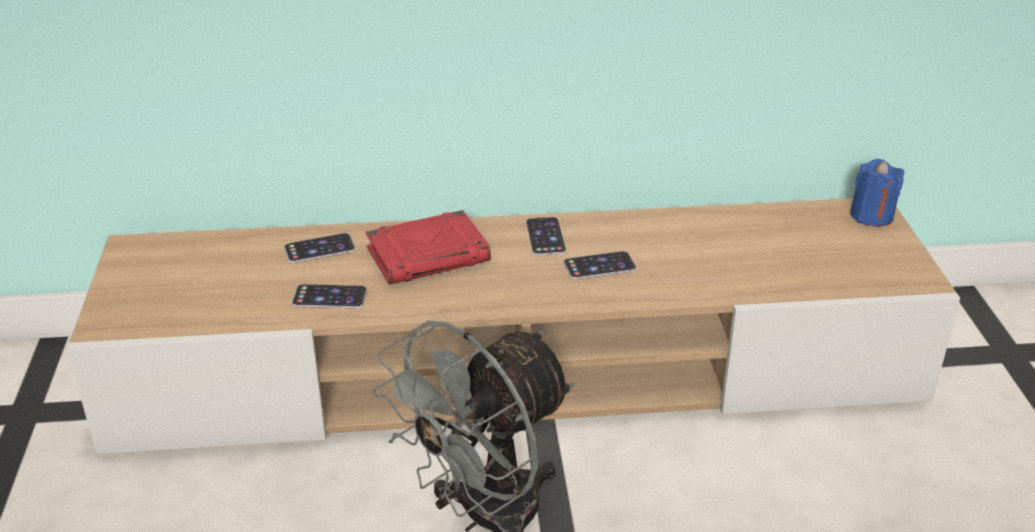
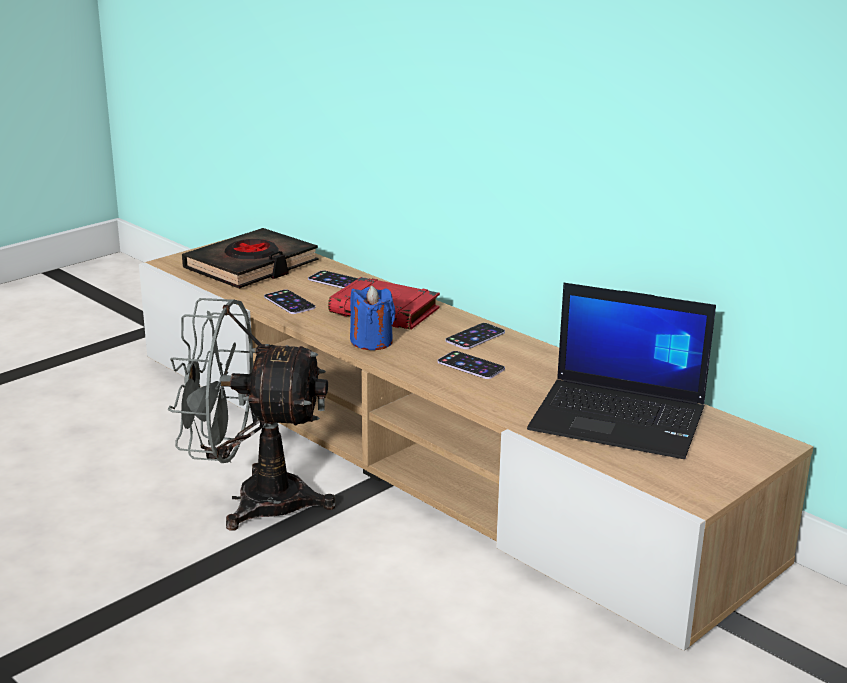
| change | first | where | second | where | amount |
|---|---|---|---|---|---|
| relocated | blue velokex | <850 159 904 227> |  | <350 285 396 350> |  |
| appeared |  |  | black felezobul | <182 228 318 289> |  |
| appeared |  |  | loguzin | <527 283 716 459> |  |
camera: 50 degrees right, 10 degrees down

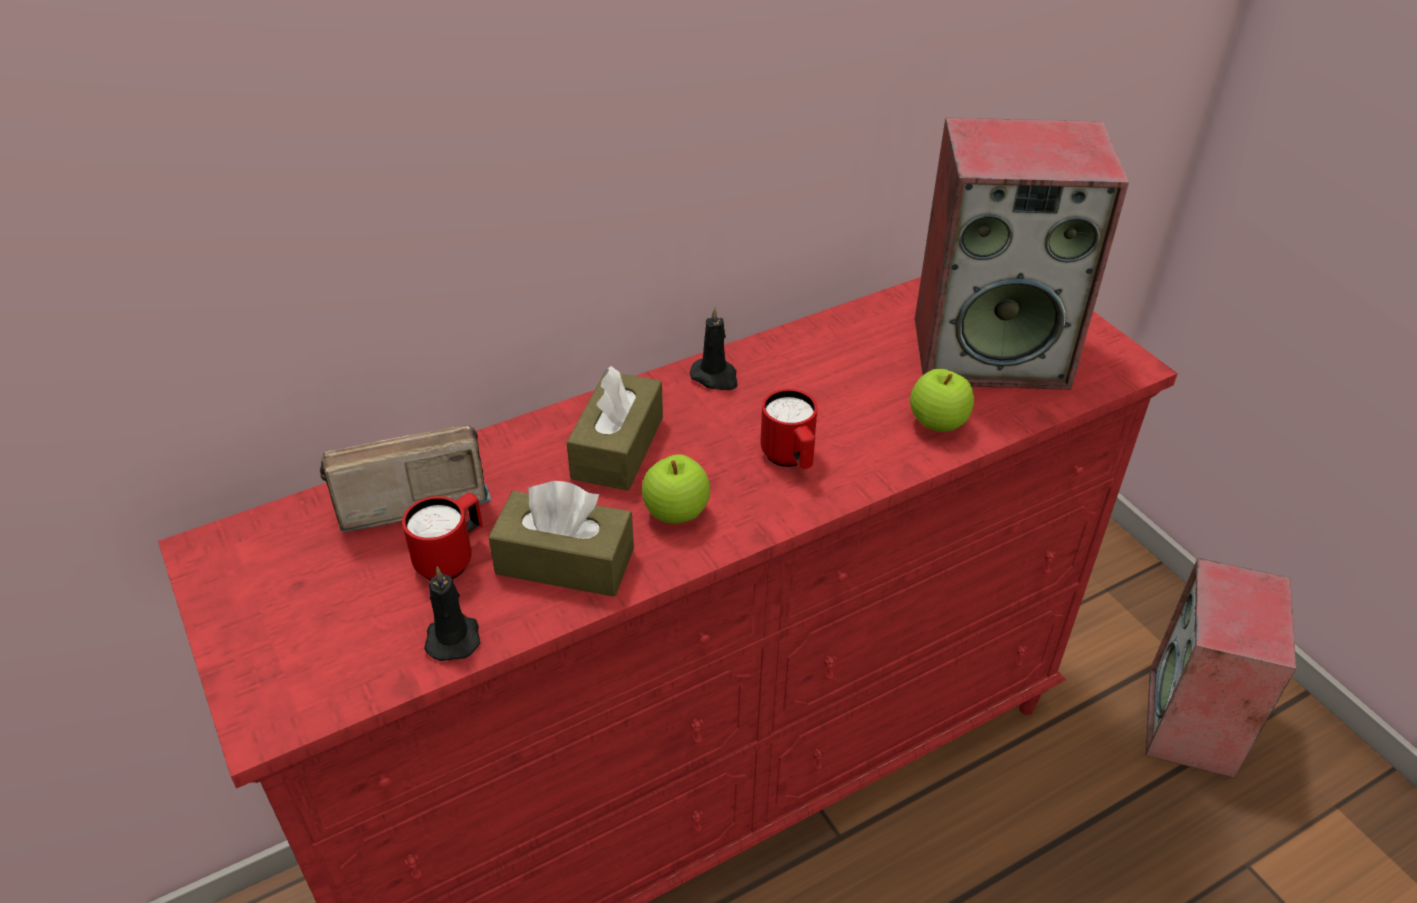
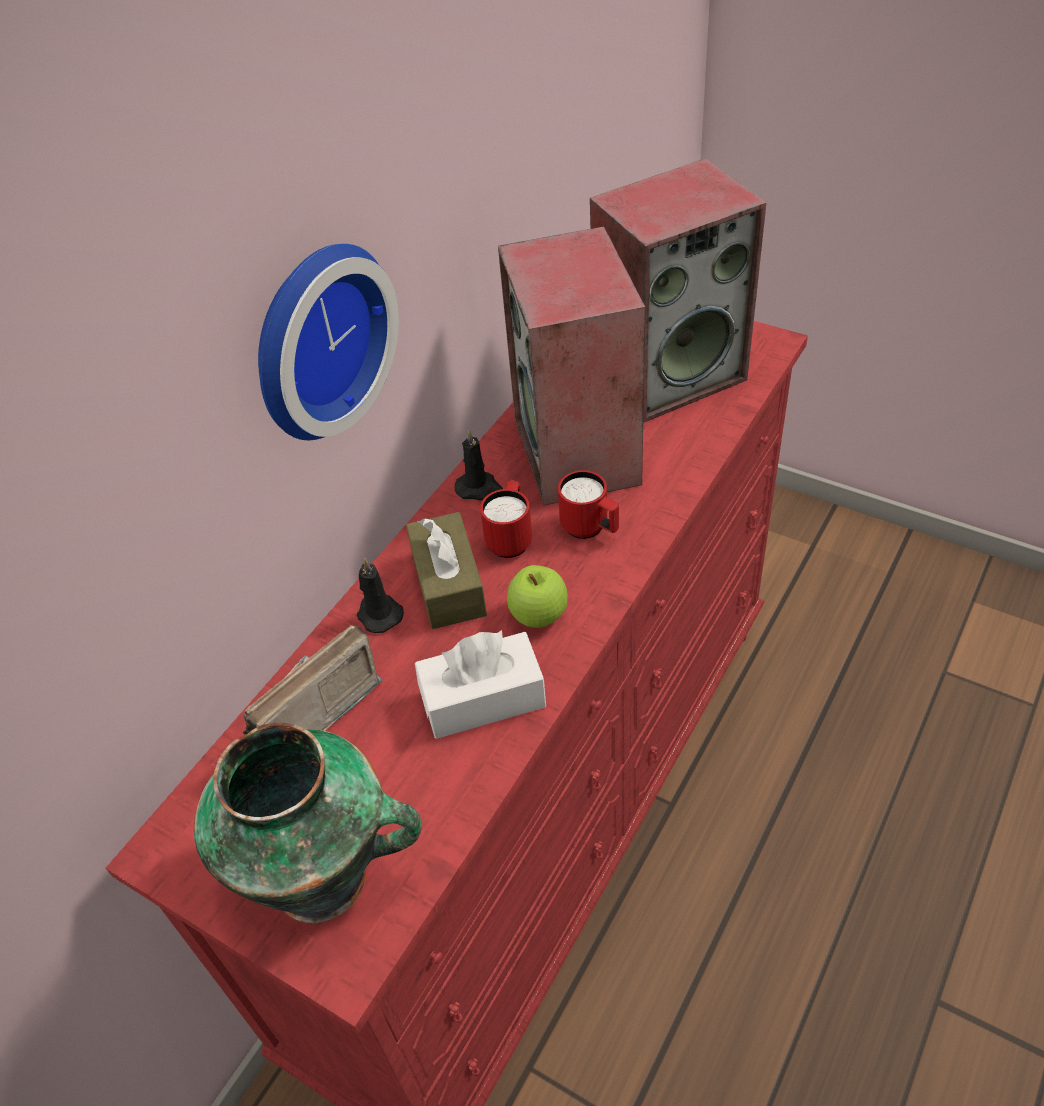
| change | first | where | second | where | amount |
|---|---|---|---|---|---|
| relocated | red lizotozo | <402 493 483 580> |  | <480 481 532 558> |  |
| relocated | black velokex | <424 567 480 661> |  | <357 558 404 633> |  |
| colour | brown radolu | <488 481 634 597> | white radolu | <415 630 546 739> |  |
| missing | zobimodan | <910 369 974 432> |  |  |  |
| relocated | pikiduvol | <1146 558 1296 778> |  | <498 226 645 506> |  |
| appeared |  |  | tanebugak | <194 723 422 923> |  |
| appeared |  |  | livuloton | <258 244 399 440> |  |
camera: 25 degrees left, 5 degrees up

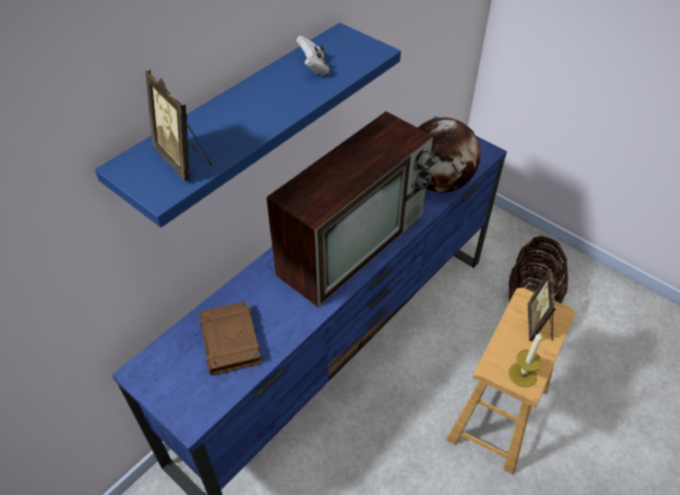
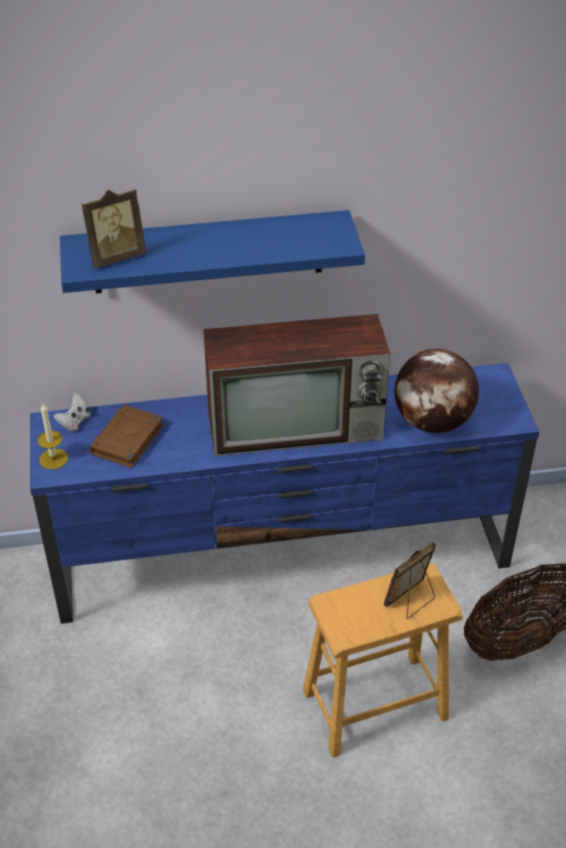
| change | first | where | second | where | amount |
|---|---|---|---|---|---|
| spun | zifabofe | <145 70 211 181> |  | <81 189 146 268> | 120 degrees counterclockwise |
| relocated | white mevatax | <297 36 329 76> |  | <54 393 91 431> |  |
| relocated | velokex | <509 333 542 387> |  | <37 404 68 470> |  |
camera: 40 degrees right, 5 degrees down

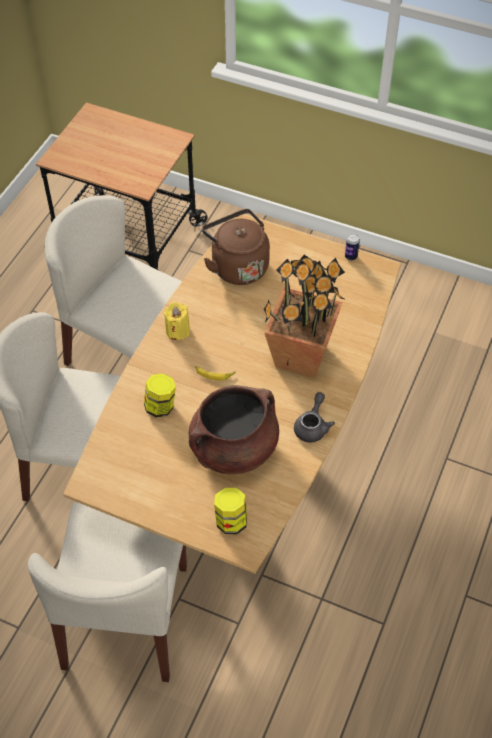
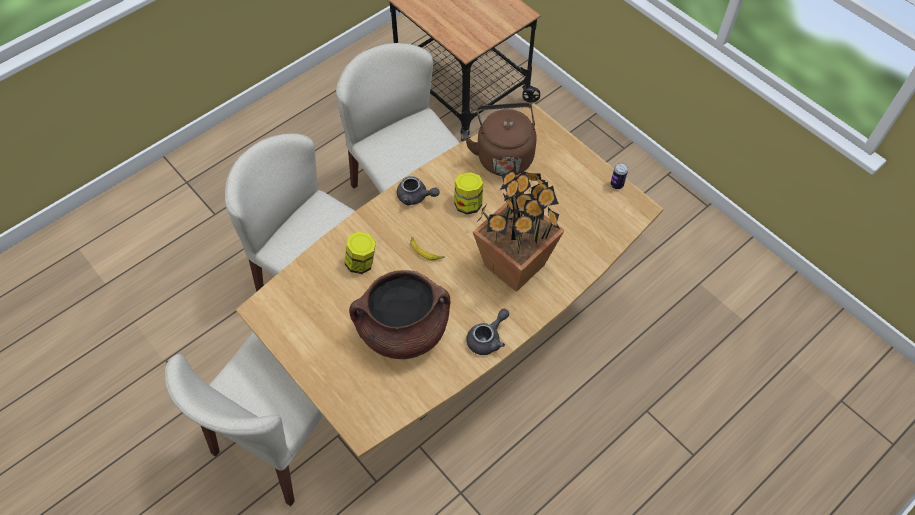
| change | first | where | second | where | amount |
|---|---|---|---|---|---|
| exchanged | yellow velokex | <164 302 190 340> | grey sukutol | <397 176 440 205> |  |
| relocated | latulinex | <214 488 247 534> |  | <454 172 483 214> |  |
camera: 25 degrees right, 5 degrees up

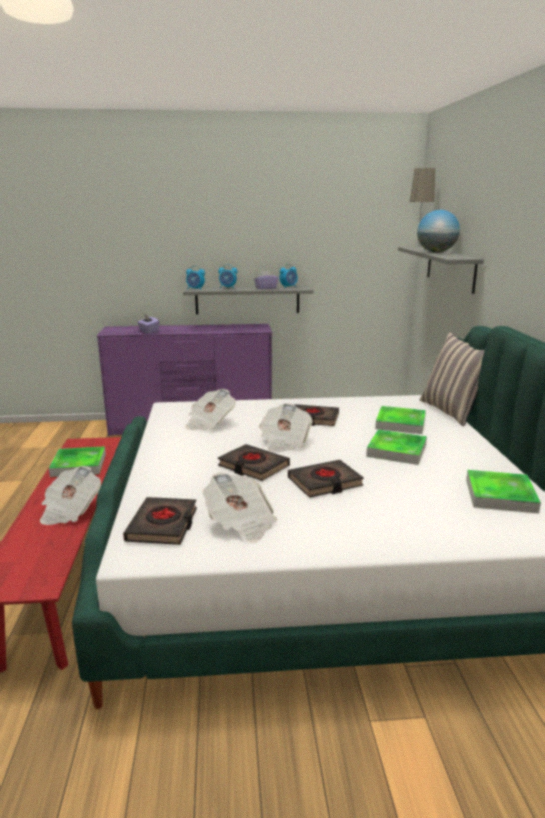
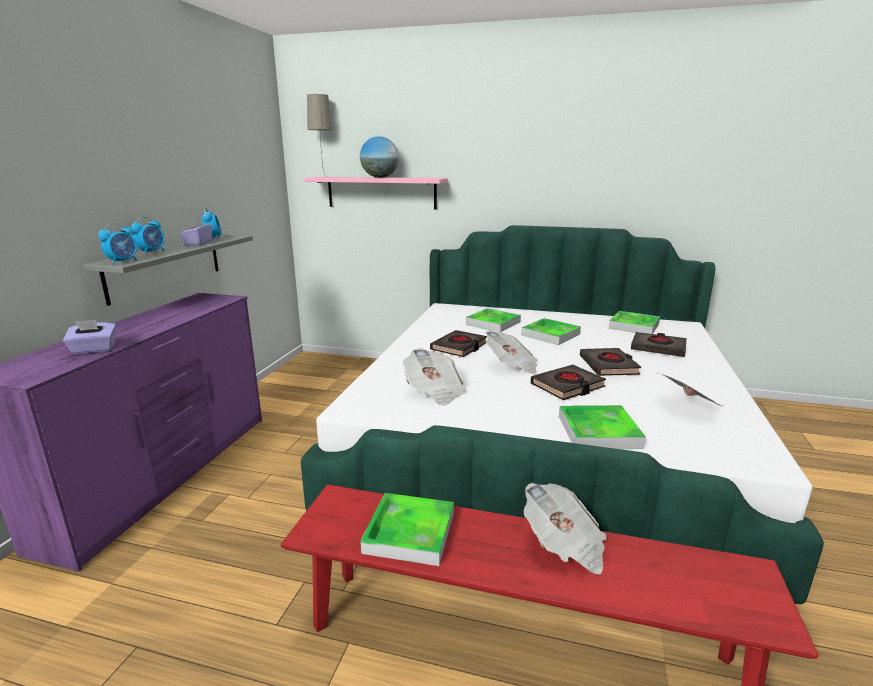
| change | first | where | second | where | amount |
|---|---|---|---|---|---|
| relocated | black felezobul | <123 497 197 545> |  | <631 332 687 357> |  |
| colour | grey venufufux | <398 247 484 294> | pink venufufux | <304 177 448 210> |  |
| missing | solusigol | <420 332 485 426> |  |  |  |
| appeared |  |  | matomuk | <559 405 646 449> |  |
camera: 70 degrees left, 0 degrees up

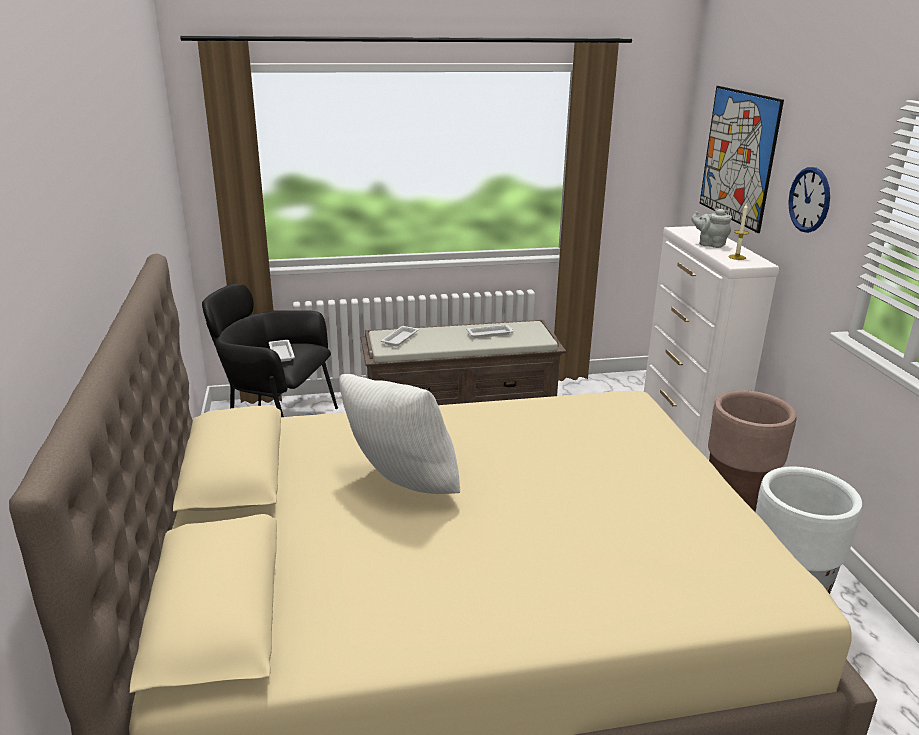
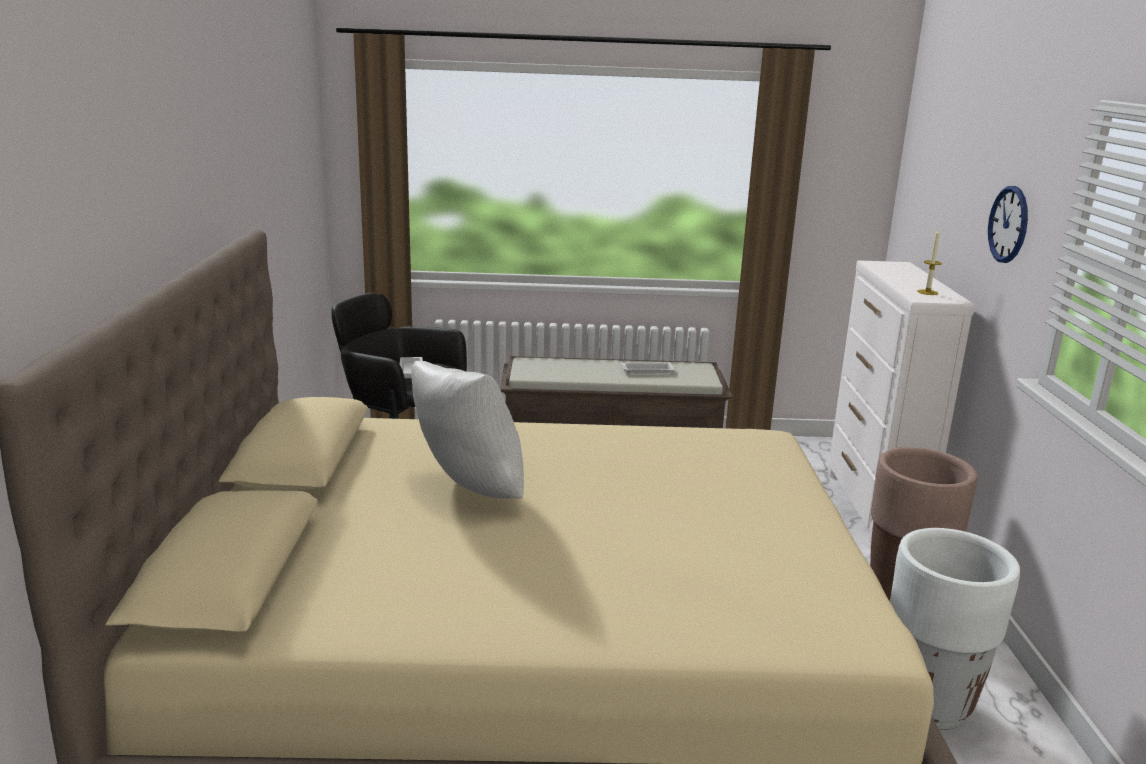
| change | first | where | second | where | amount |
|---|---|---|---|---|---|
| missing | white matomuk | <381 326 419 346> |  |  |  |
| missing | grey sukutol | <691 209 732 248> |  |  |  |
| missing | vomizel | <700 86 784 233> |  |  |  |
camera: 10 degrees right, 5 degrees down

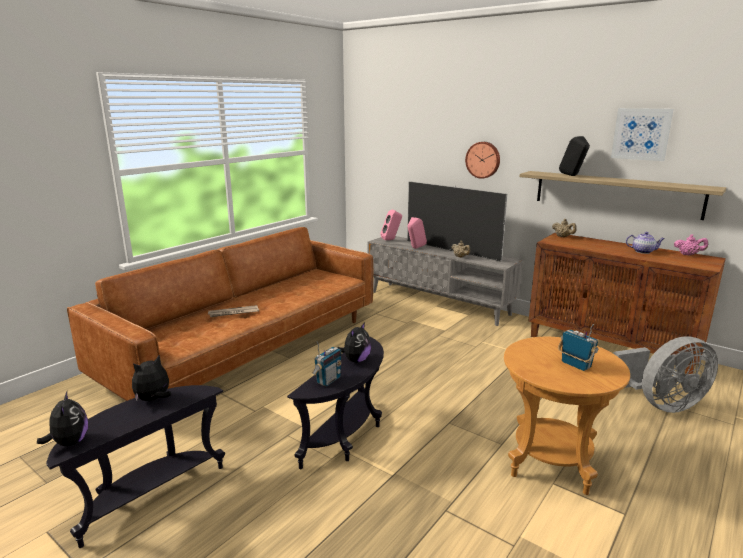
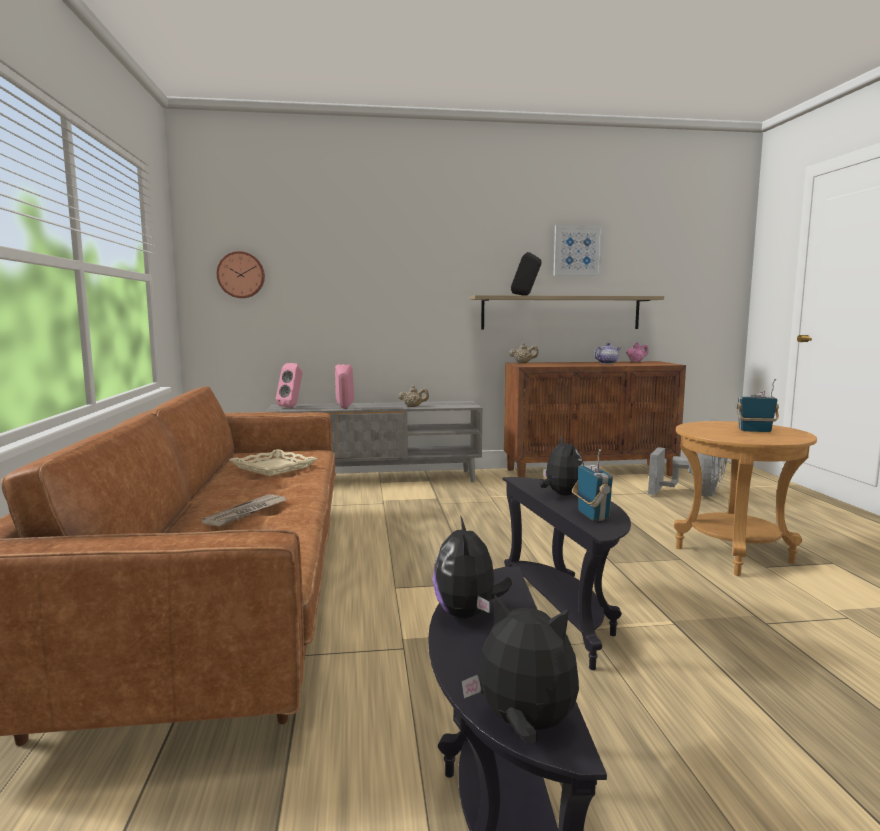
| change | first | where | second | where | amount |
|---|---|---|---|---|---|
| missing | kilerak | <407 181 508 261> |  |  |  |
| relocated | livuloton | <465 142 500 179> |  | <217 251 265 298> |  |
| appeared |  |  | beige matomuk | <229 449 317 476> |  |
camera: 45 degrees left, 10 degrees down

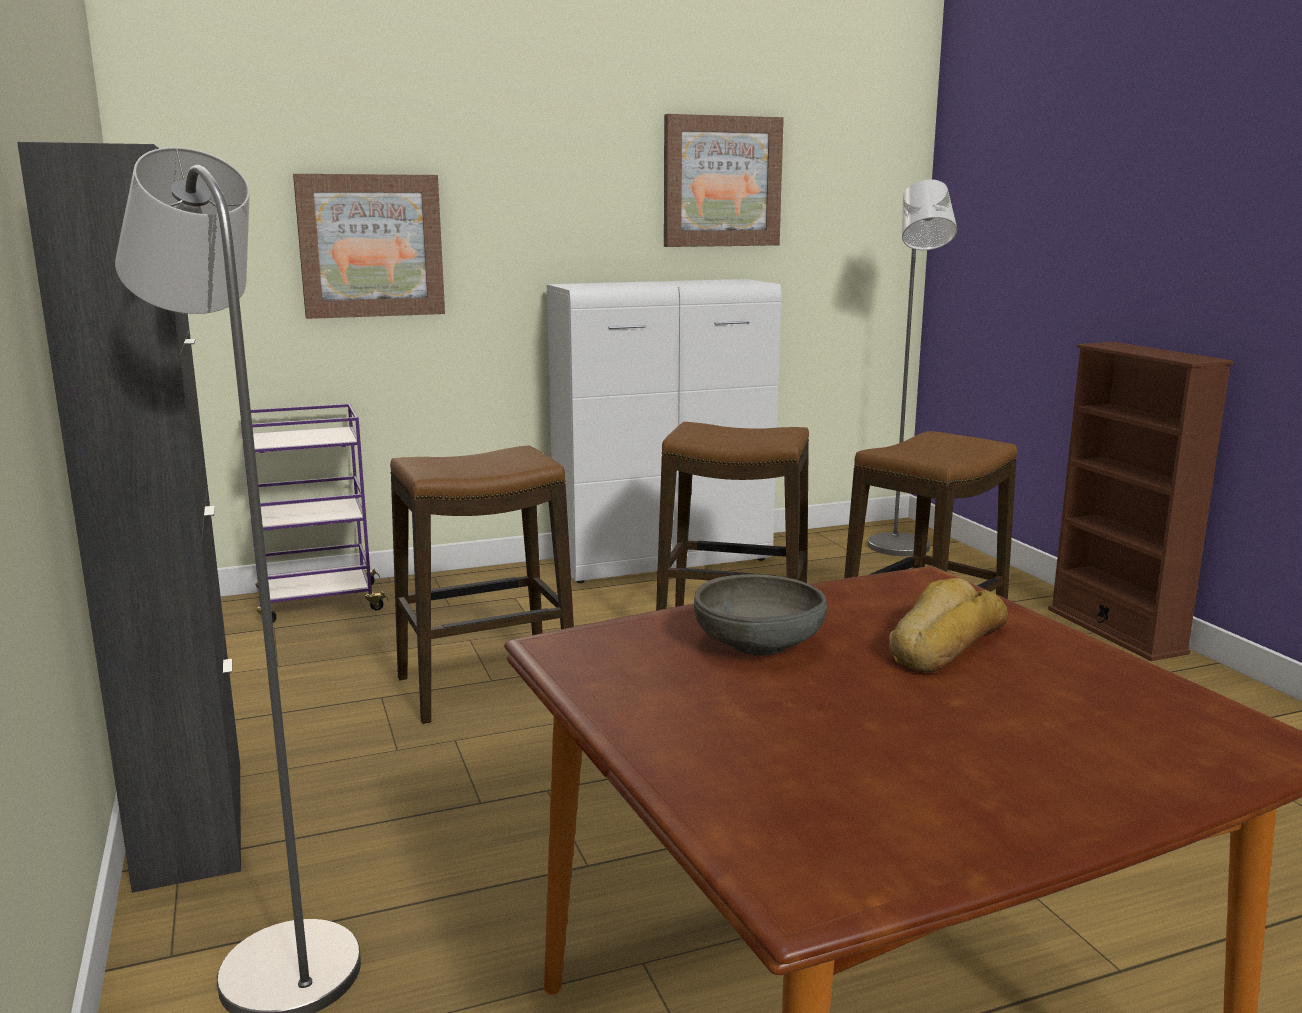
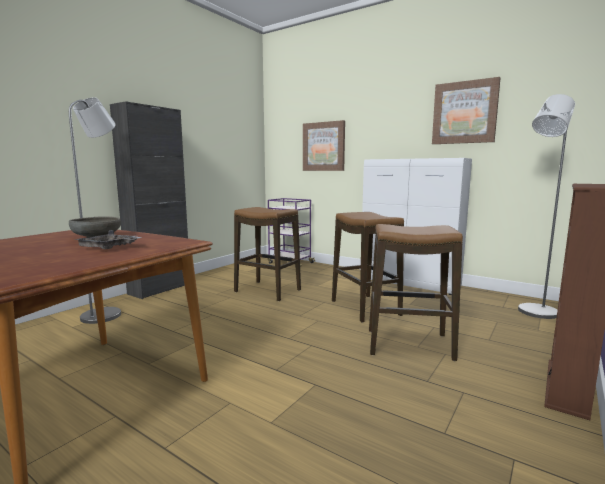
| change | first | where | second | where | amount |
|---|---|---|---|---|---|
| exchanged | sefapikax | <889 578 1008 673> | grey matomuk | <73 230 142 250> |  |
camera: 55 degrees right, 5 degrees down

